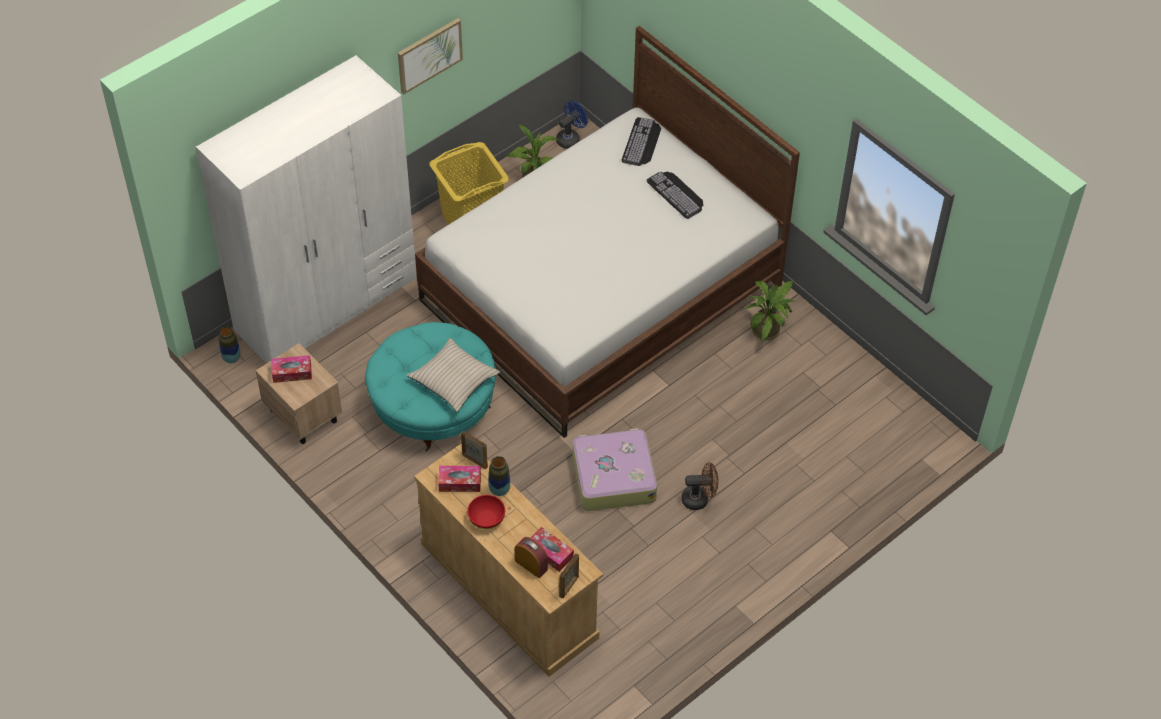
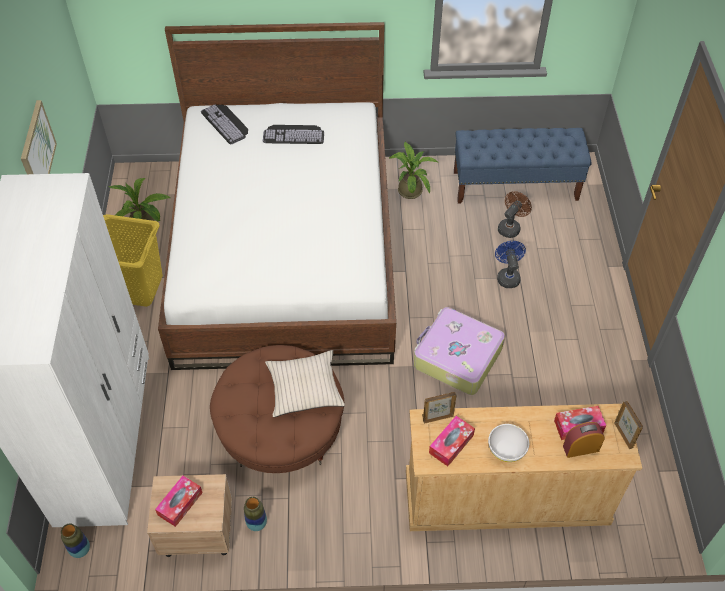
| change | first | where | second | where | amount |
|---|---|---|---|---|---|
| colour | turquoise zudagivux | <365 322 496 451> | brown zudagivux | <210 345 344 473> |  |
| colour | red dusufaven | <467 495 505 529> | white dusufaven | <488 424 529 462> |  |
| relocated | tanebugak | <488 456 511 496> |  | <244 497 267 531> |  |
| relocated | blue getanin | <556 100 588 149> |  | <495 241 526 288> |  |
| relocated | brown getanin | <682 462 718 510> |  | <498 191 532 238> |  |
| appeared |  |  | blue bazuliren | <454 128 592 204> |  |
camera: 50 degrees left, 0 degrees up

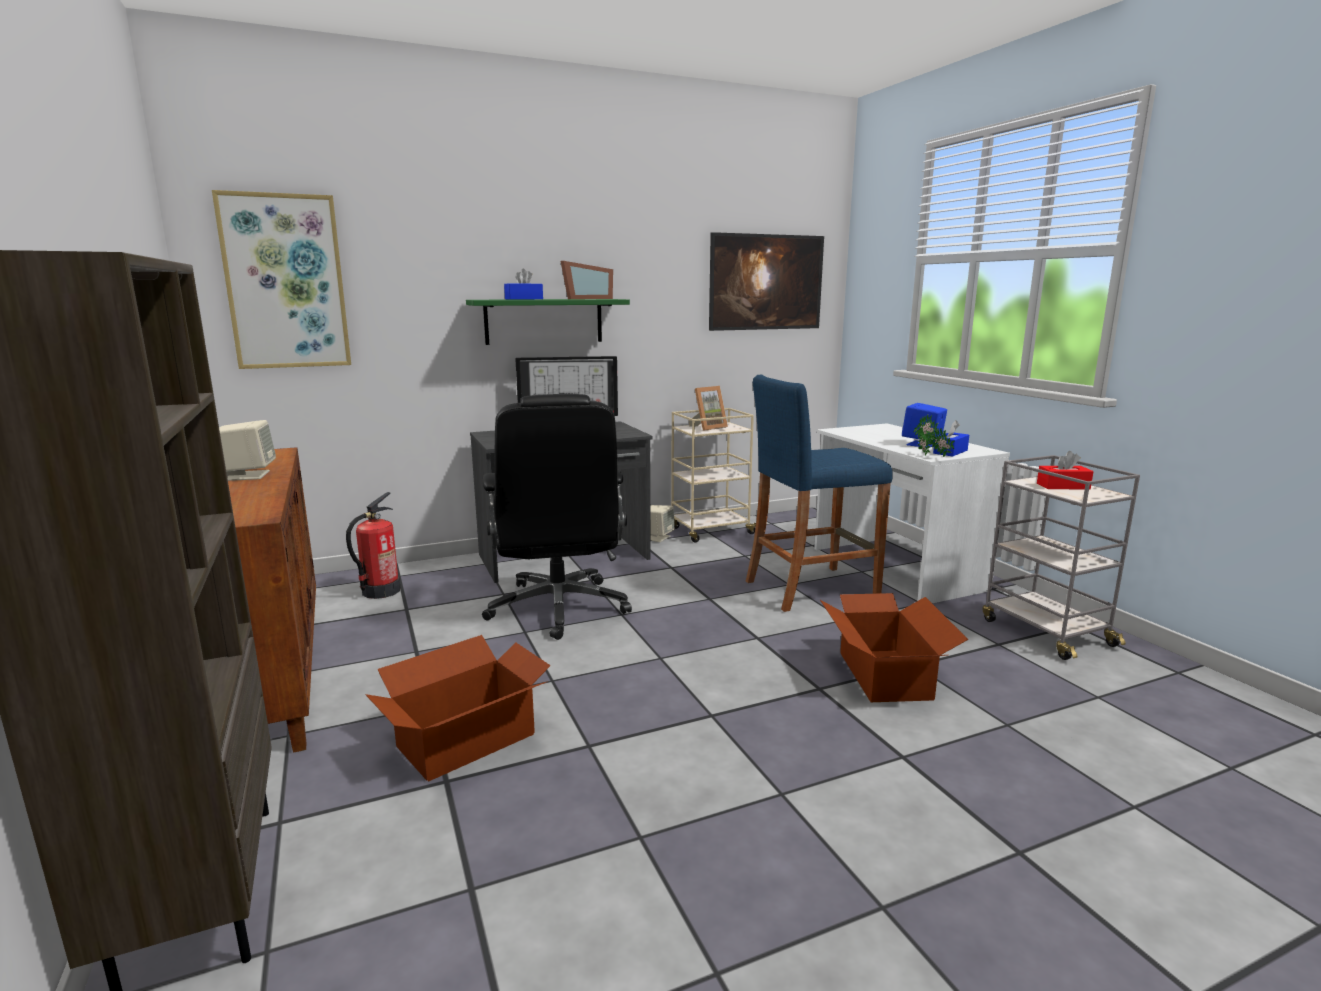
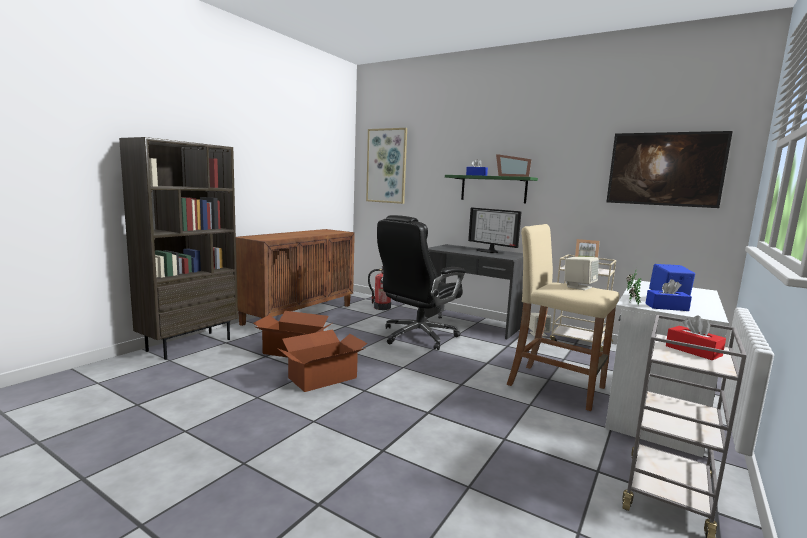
| change | first | where | second | where | amount |
|---|---|---|---|---|---|
| relocated | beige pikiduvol | <219 420 276 481> |  | <565 257 599 290> |  |
| colour | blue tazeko | <746 375 893 612> | beige tazeko | <506 224 620 411> |  |
| relocated | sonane | <820 593 968 702> |  | <277 330 367 392> |  |
camera: 55 degrees right, 5 degrees down

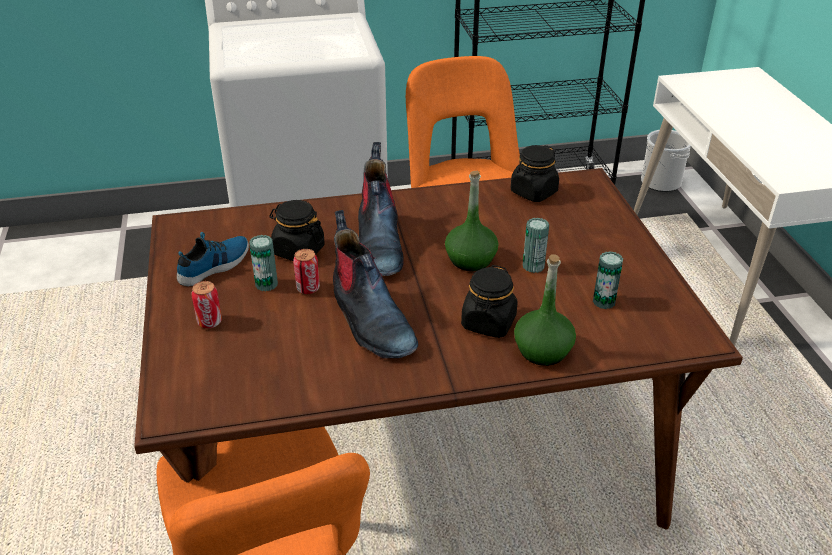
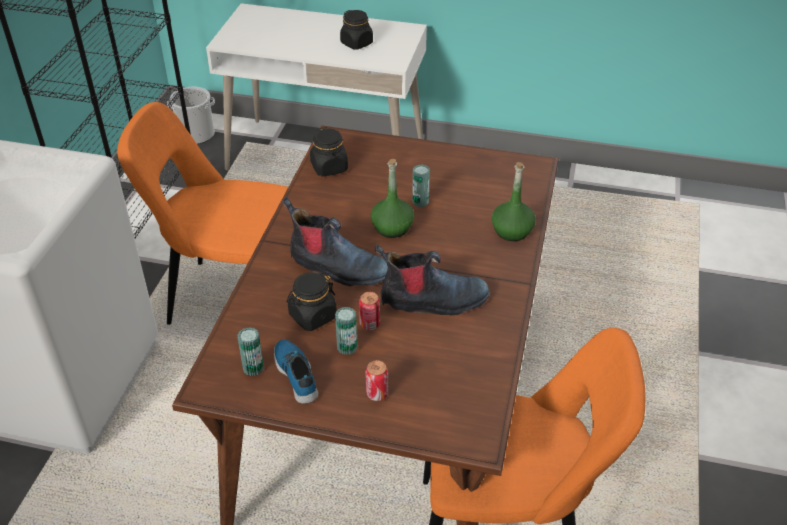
| change | first | where | second | where | amount |
|---|---|---|---|---|---|
| relocated | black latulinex | <461 265 518 338> |  | <340 10 373 50> |  |
| relocated | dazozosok | <593 251 623 309> |  | <238 327 264 376> |  |
camera: 65 degrees left, 5 degrees up

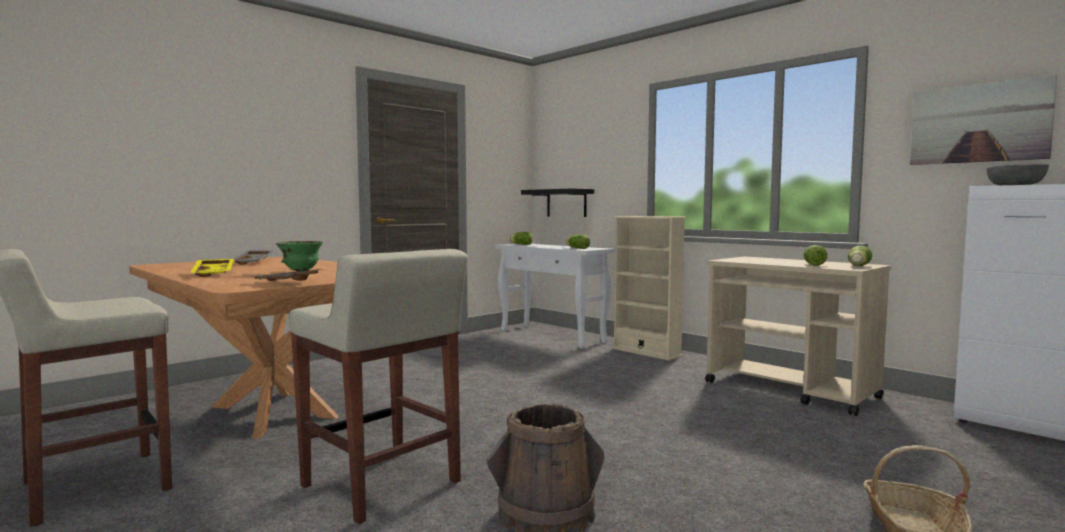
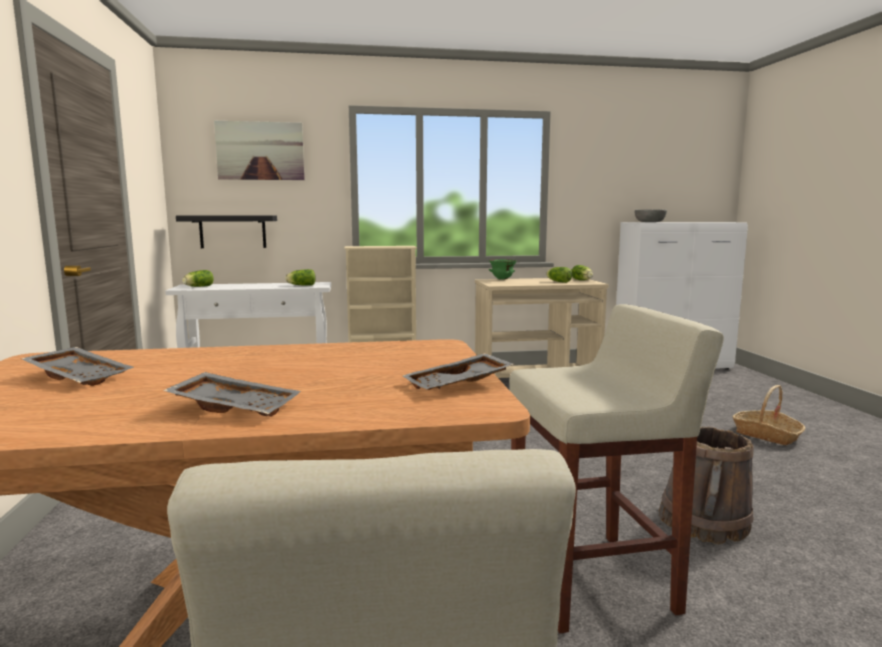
| change | first | where | second | where | amount |
|---|---|---|---|---|---|
| colour | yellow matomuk | <190 259 234 277> | grey matomuk | <163 372 301 417> |  |
| relocated | green dusufaven | <276 241 323 271> |  | <489 259 517 280> |  |
| relocated | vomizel | <910 75 1057 165> |  | <214 120 305 180> |  |
camera: 55 degrees left, 5 degrees up

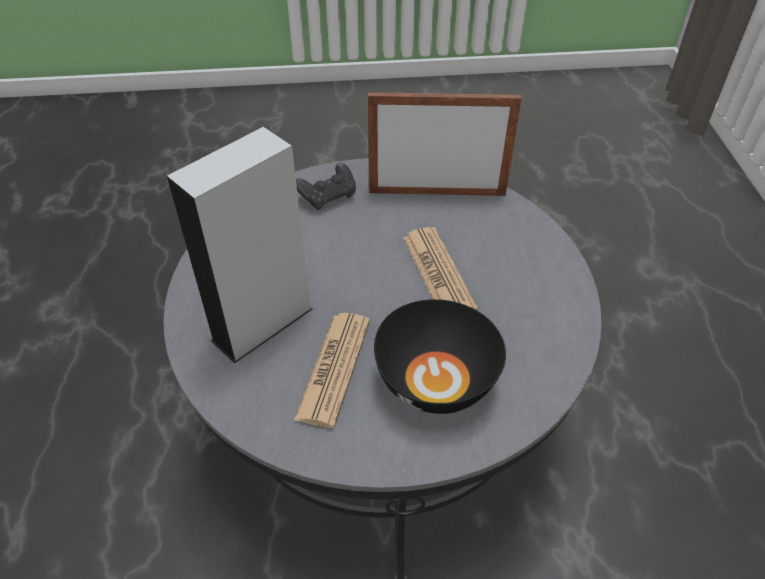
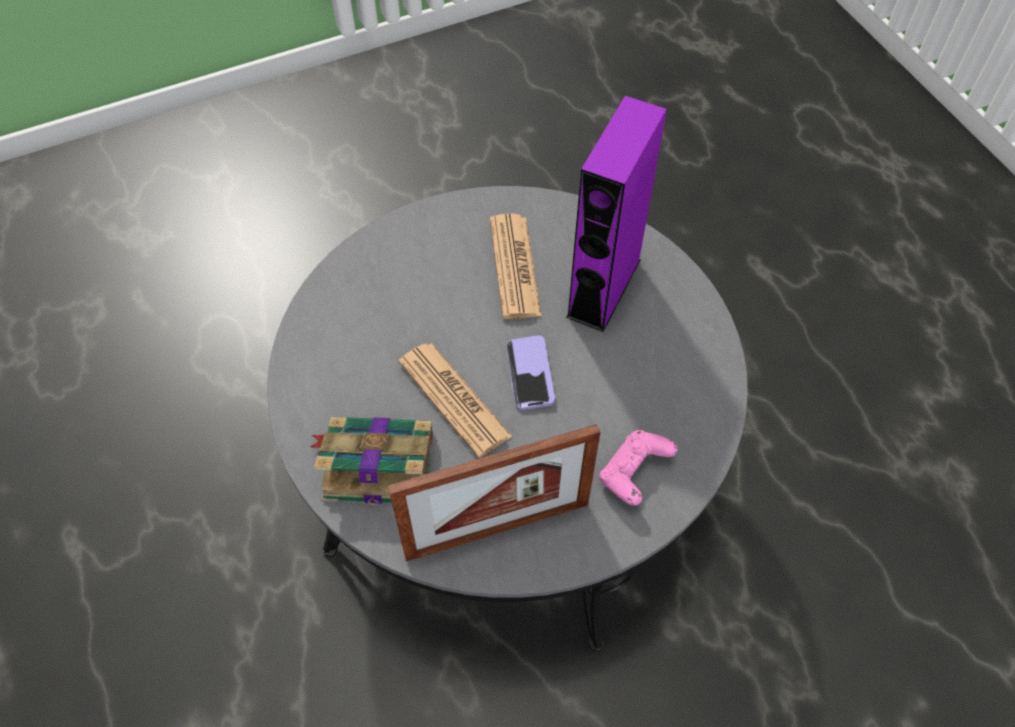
| change | first | where | second | where | amount |
|---|---|---|---|---|---|
| colour | grey pikiduvol | <167 127 312 364> | purple pikiduvol | <566 95 667 332> |  |
| colour | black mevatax | <296 163 356 210> | pink mevatax | <599 430 678 506> |  |
| missing | black dusufaven | <374 299 506 414> |  |  |  |
| appeared |  |  | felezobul | <310 417 433 505> |  |
| appeared |  |  | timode | <506 335 555 410> |  |
camera: 160 degrees right, 10 degrees up

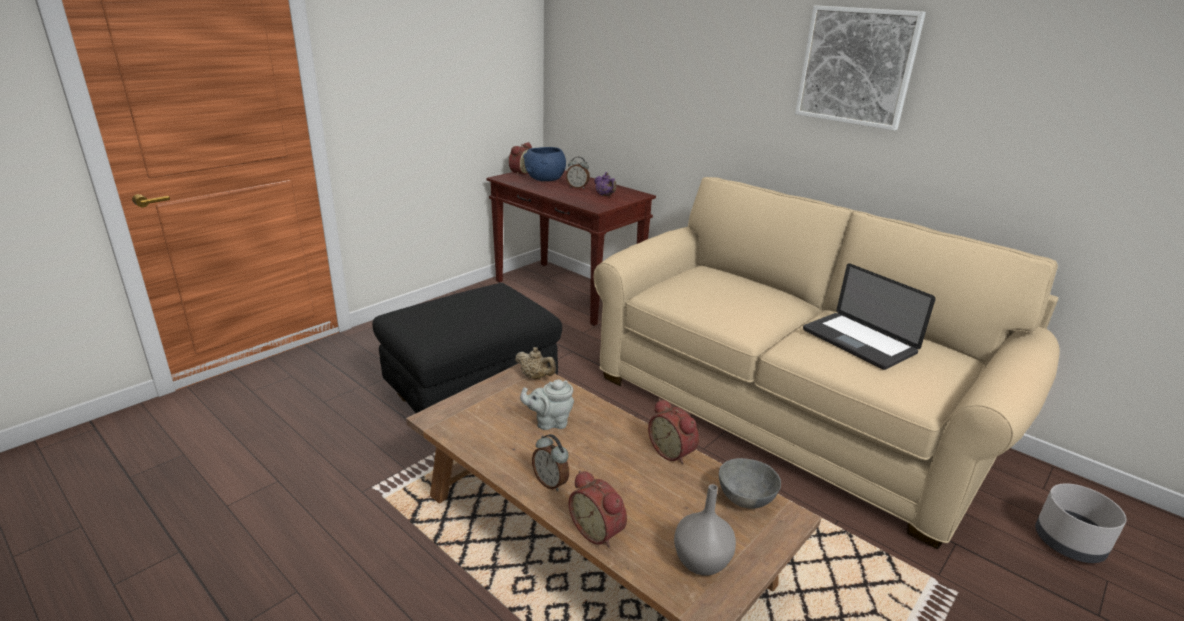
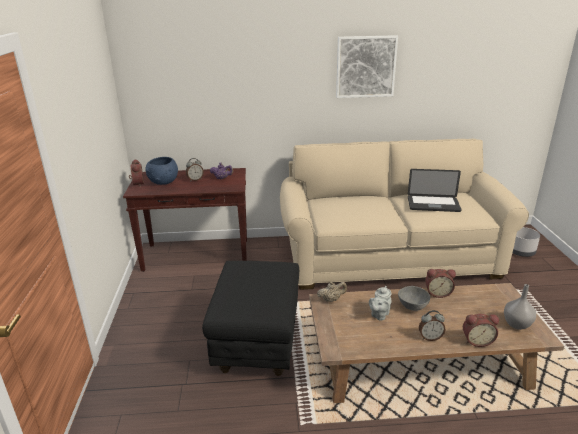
| change | first | where | second | where | amount |
|---|---|---|---|---|---|
| relocated | grey dusufaven | <719 458 781 509> |  | <398 286 430 311> |  |
camera: 45 degrees left, 0 degrees up

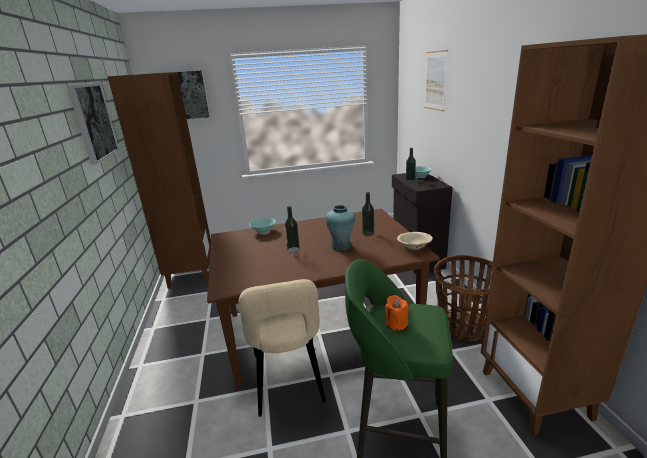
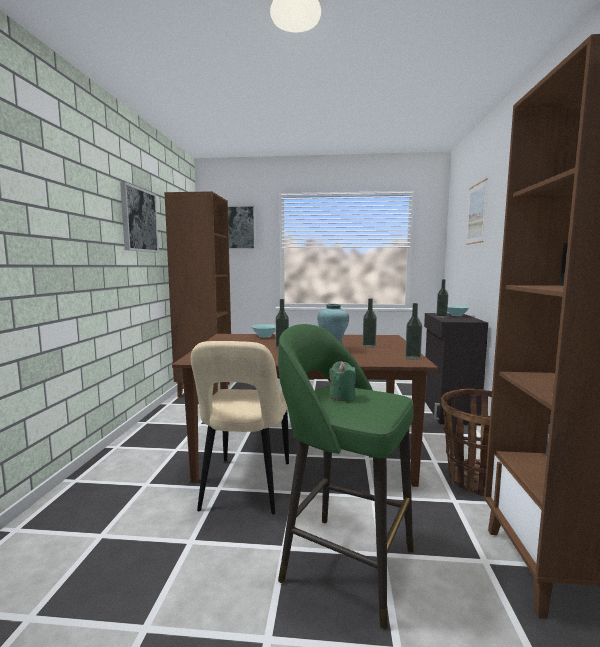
| change | first | where | second | where | amount |
|---|---|---|---|---|---|
| colour | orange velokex | <385 295 409 331> | green velokex | <329 361 356 401> |  |
| exchanged | beige dusufaven | <397 232 433 250> | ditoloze | <405 303 422 360> |  |
camera: 15 degrees right, 15 degrees down

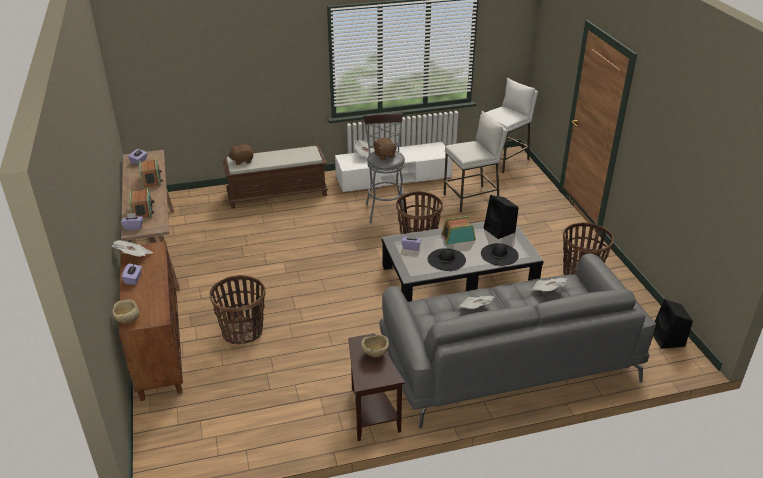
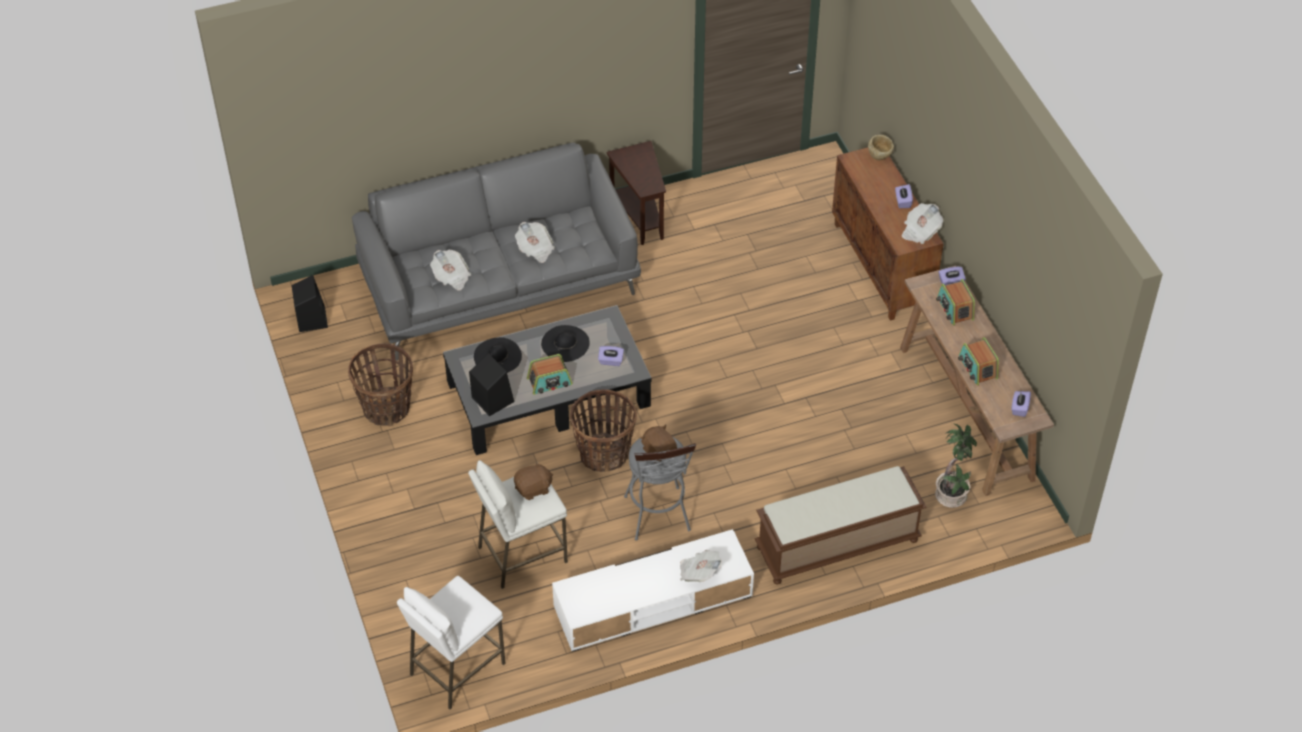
| change | first | where | second | where | amount |
|---|---|---|---|---|---|
| missing | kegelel | <210 275 265 344> |  |  |  |
| relocated | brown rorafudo | <228 144 254 165> |  | <514 461 553 500> |  |
| missing | beige dusufaven | <361 335 389 357> |  |  |  |
| appeared |  |  | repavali | <935 423 977 508> |  |
camera: 175 degrees right, 15 degrees up

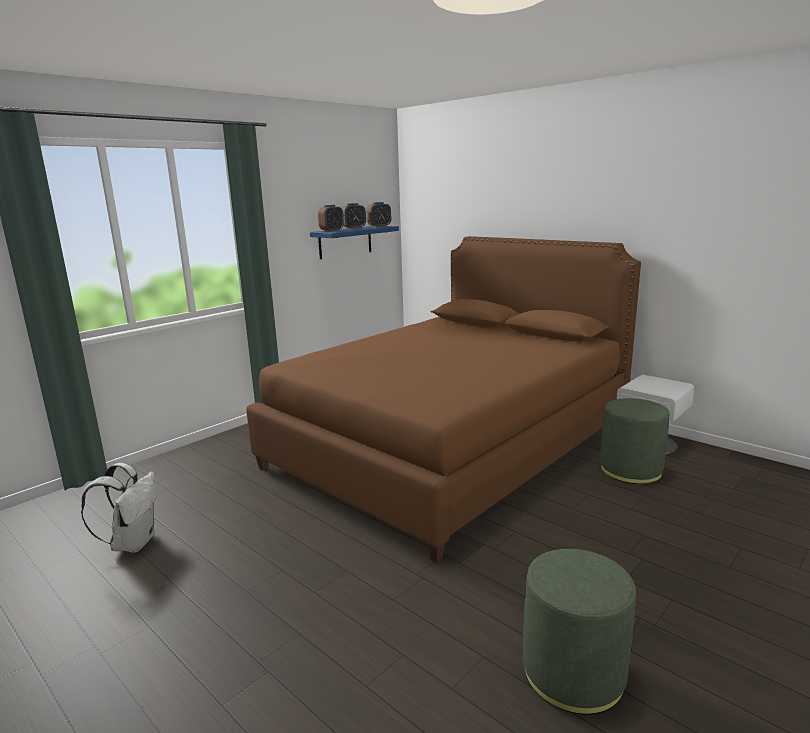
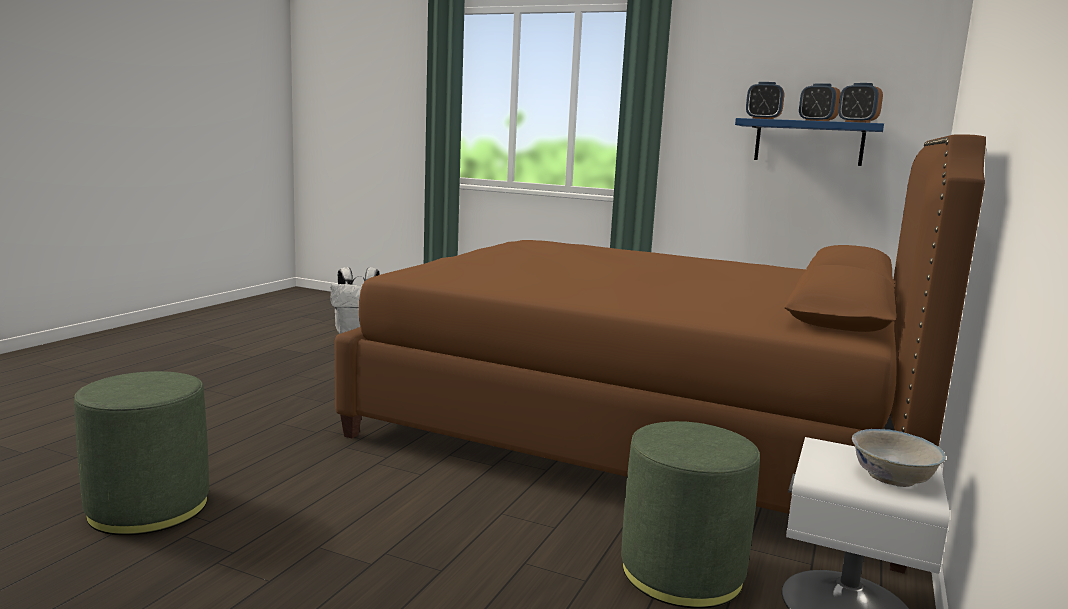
| change | first | where | second | where | amount |
|---|---|---|---|---|---|
| appeared |  |  | white dusufaven | <852 429 946 487> |  |
camera: 70 degrees right, 5 degrees down

